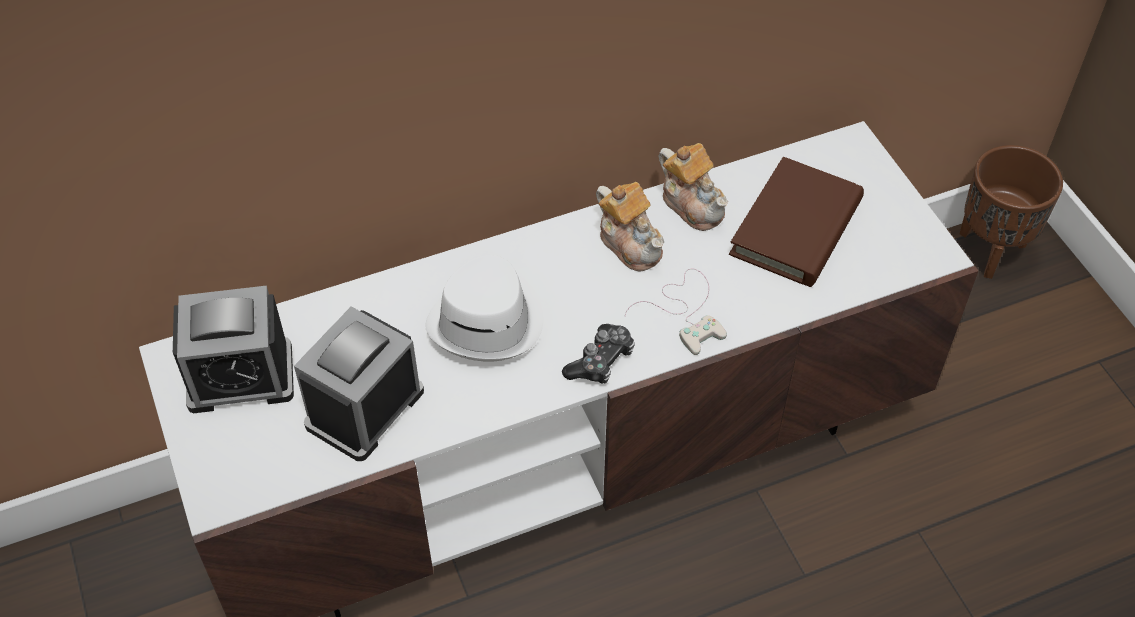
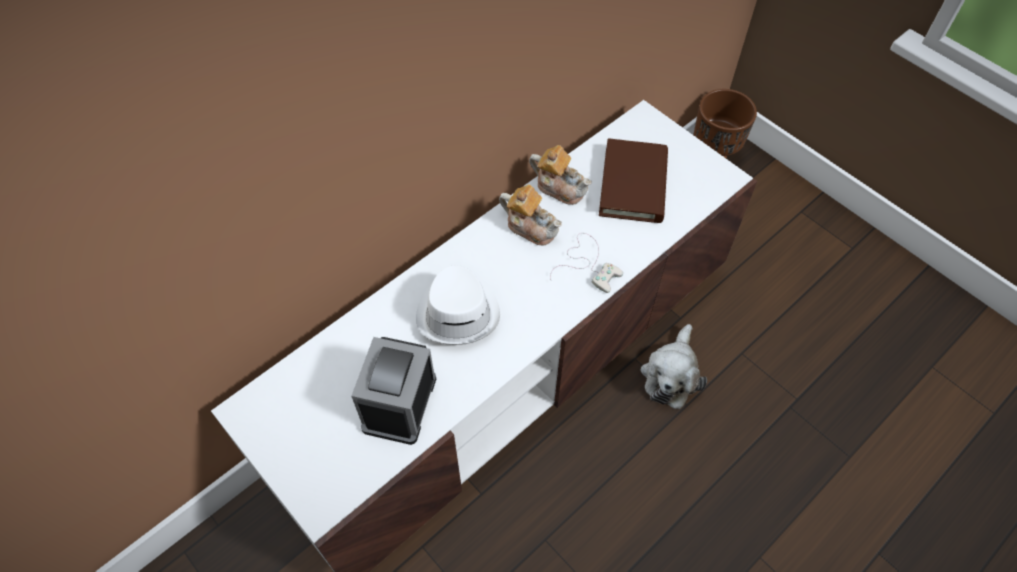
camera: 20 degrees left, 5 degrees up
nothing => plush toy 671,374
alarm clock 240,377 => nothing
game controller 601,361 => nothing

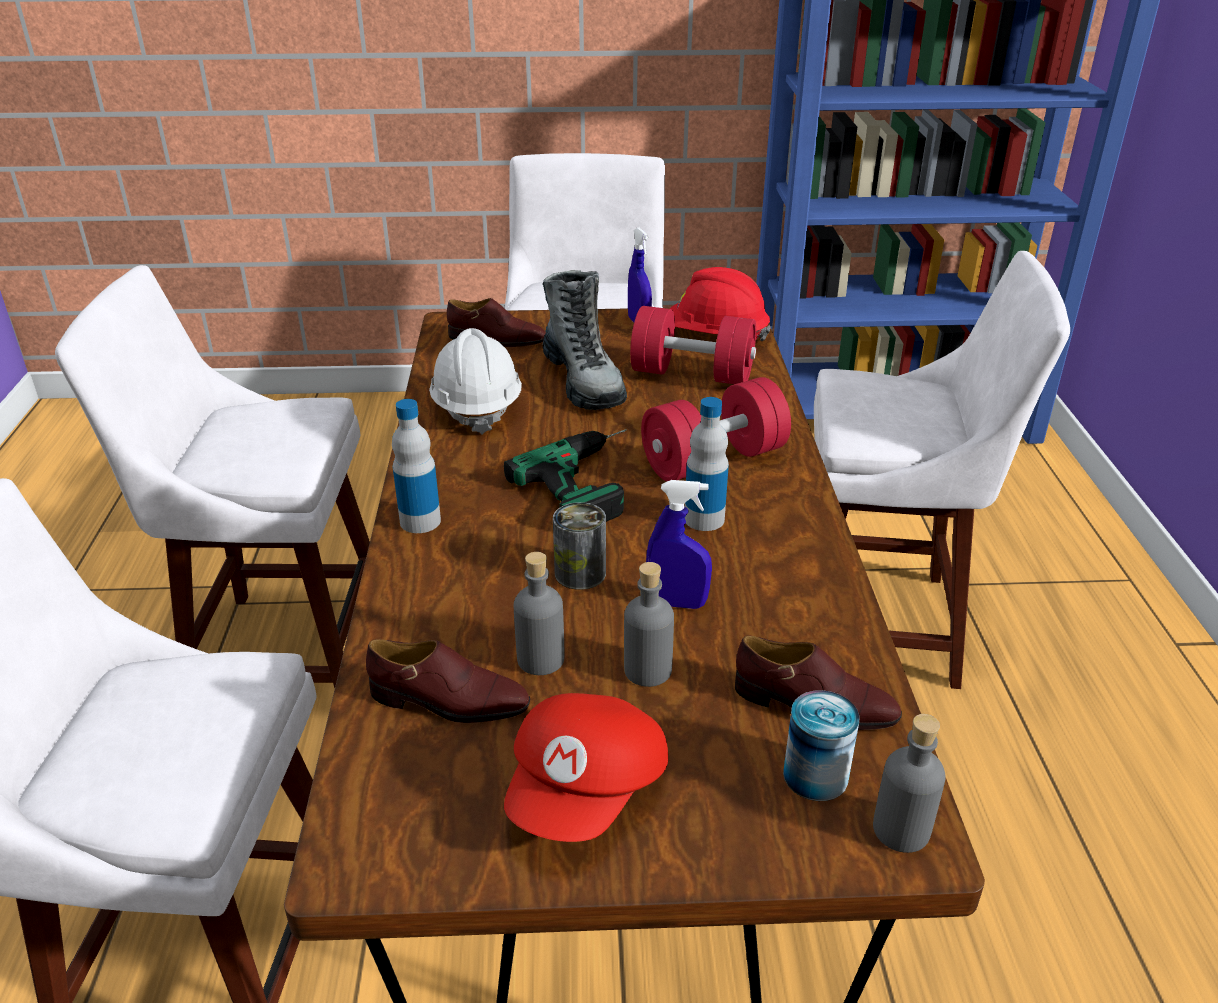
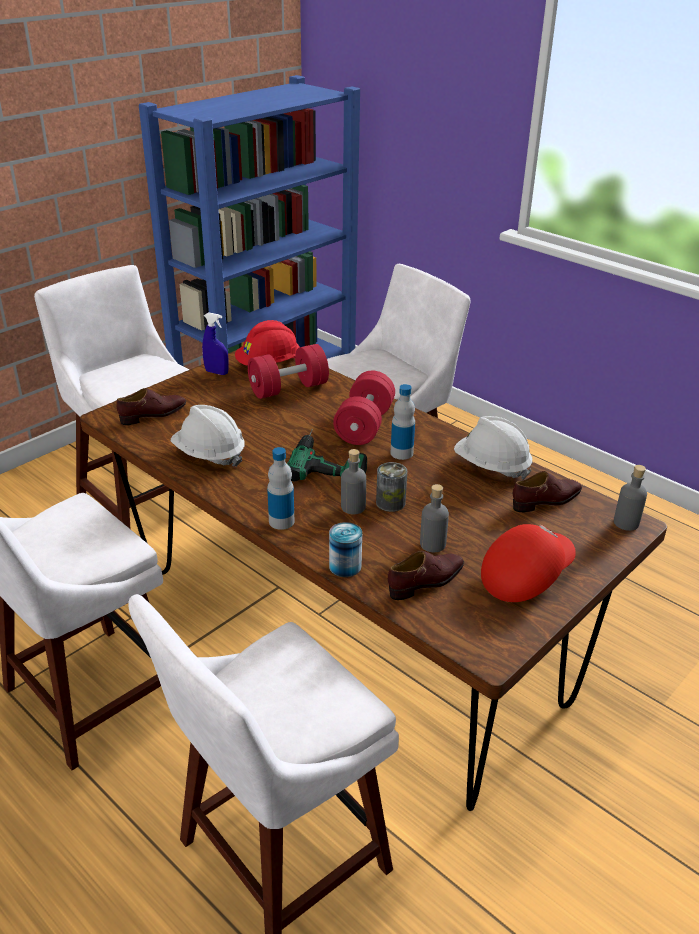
camera: 45 degrees left, 0 degrees up
can 815,775 => can 345,566, relocated
grey bottle 647,670 => grey bottle 353,507, relocated
nothing => white hard hat 491,467
red cap 588,791 => red cap 525,576, 105 degrees counterclockwise
boot 584,381 => nothing
blue spray bottle 677,603 => nothing

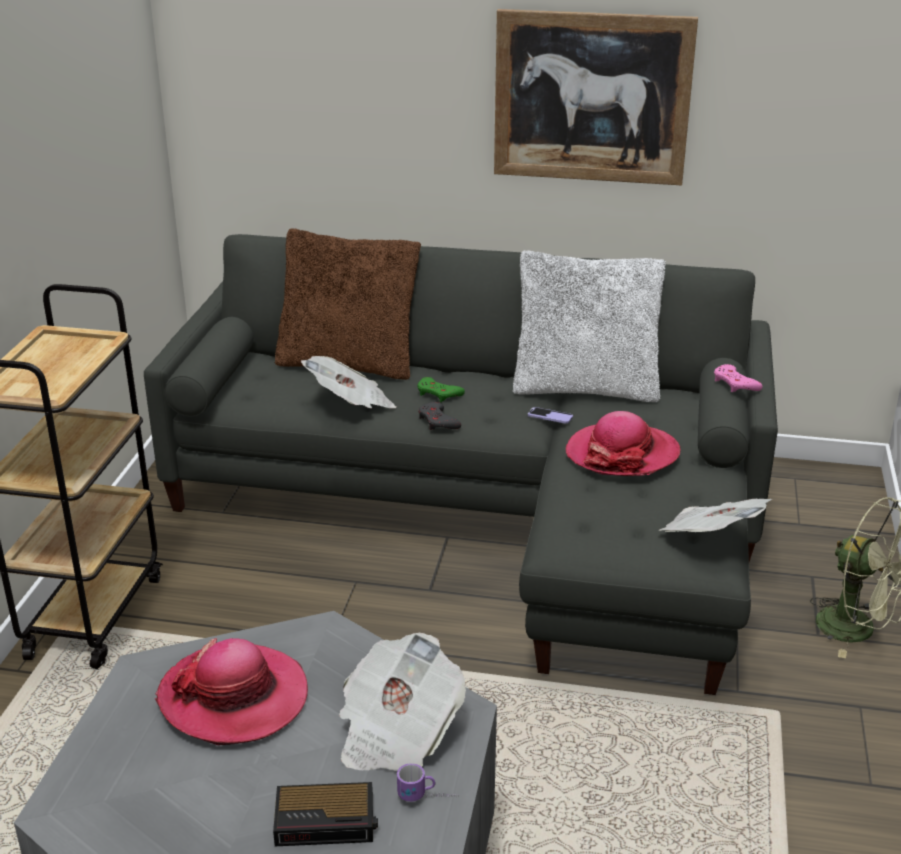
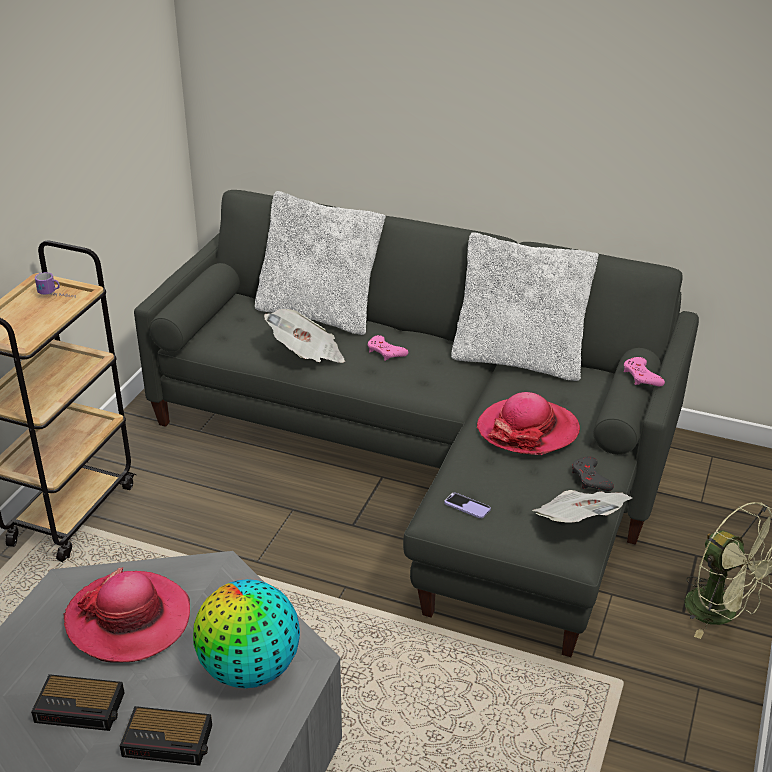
camera: 10 degrees right, 5 degrees up
nothing => alarm clock 81,707
mug 428,798 => mug 57,296, relocated
newspaper 396,732 => globe 249,670
brown pillow 349,360 => white pillow 319,310
green game controller 438,393 => pink game controller 386,352
phone 550,417 => phone 467,506, relocated
grey game controller 438,421 => grey game controller 590,478, relocated
picture 591,98 => nothing

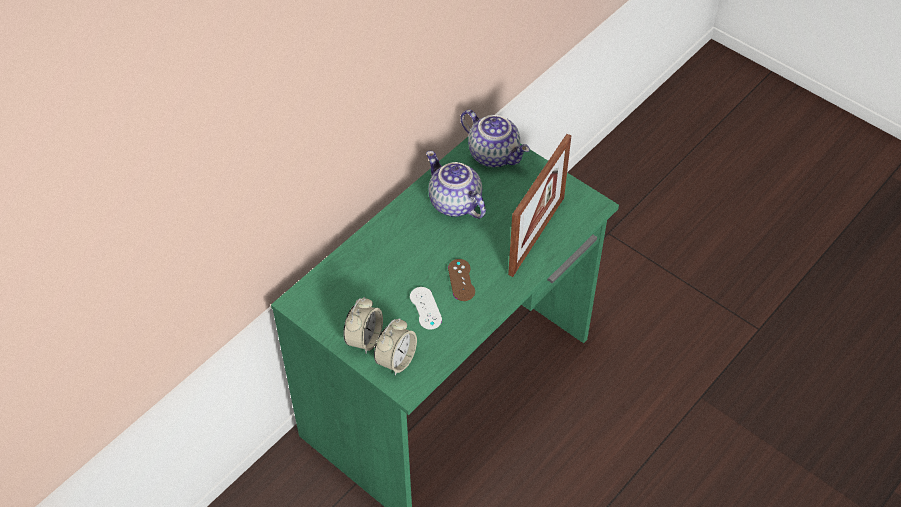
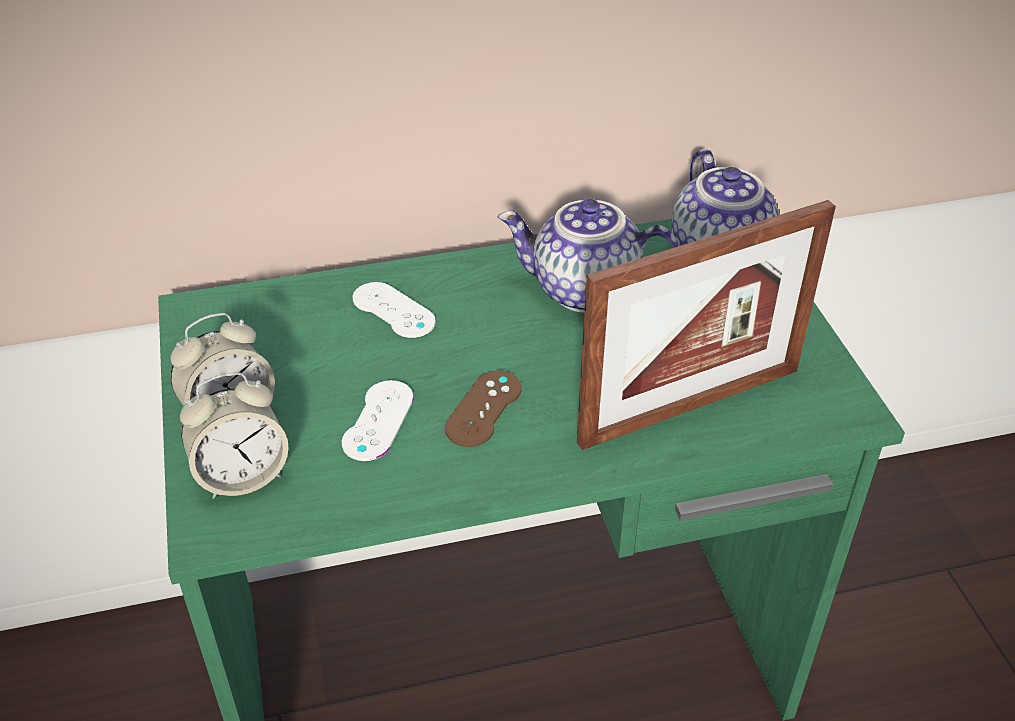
camera: 35 degrees right, 10 degrees down
nothing => white game controller 393,310
teapot 453,203 => teapot 584,292, 75 degrees counterclockwise

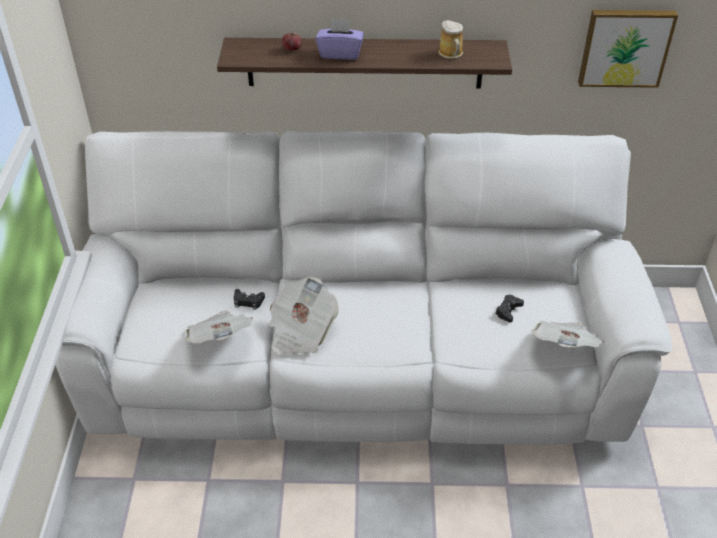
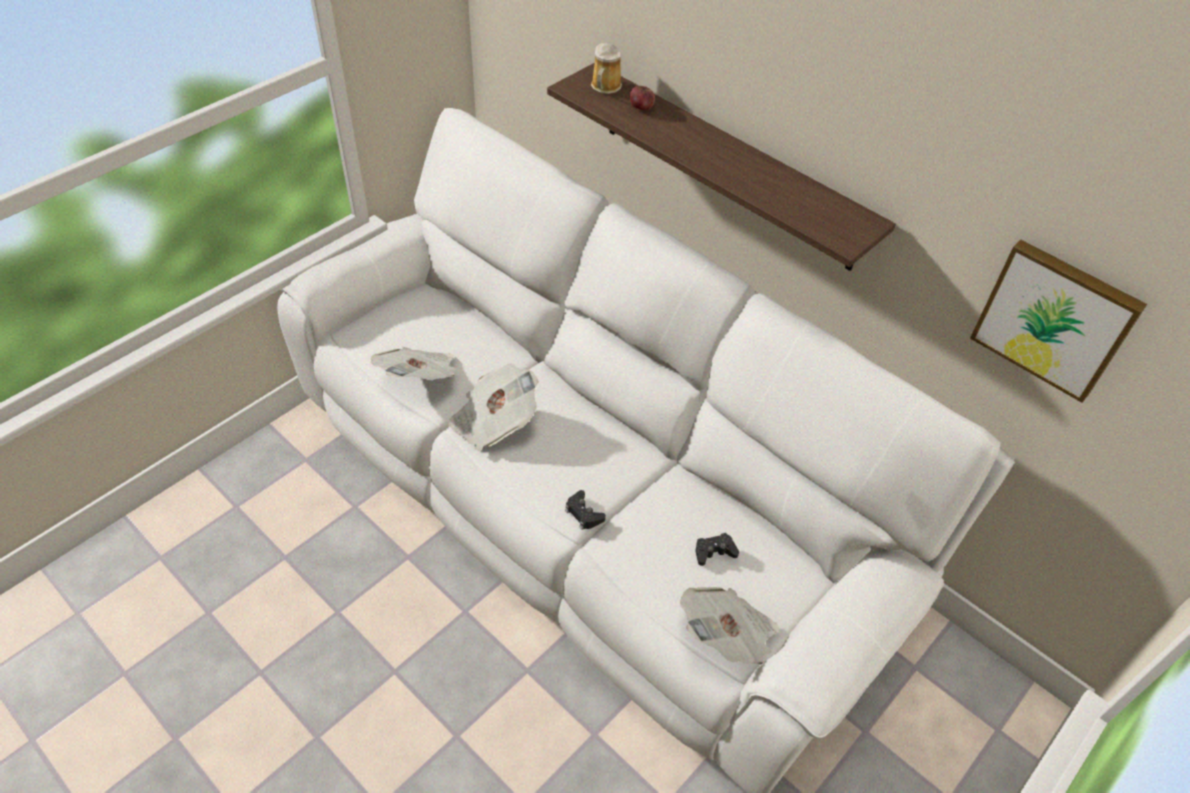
camera: 40 degrees right, 5 degrees up
black game controller 248,301 => black game controller 583,513, relocated
mug 451,54 => mug 605,87, relocated
purple tissue box 340,53 => nothing

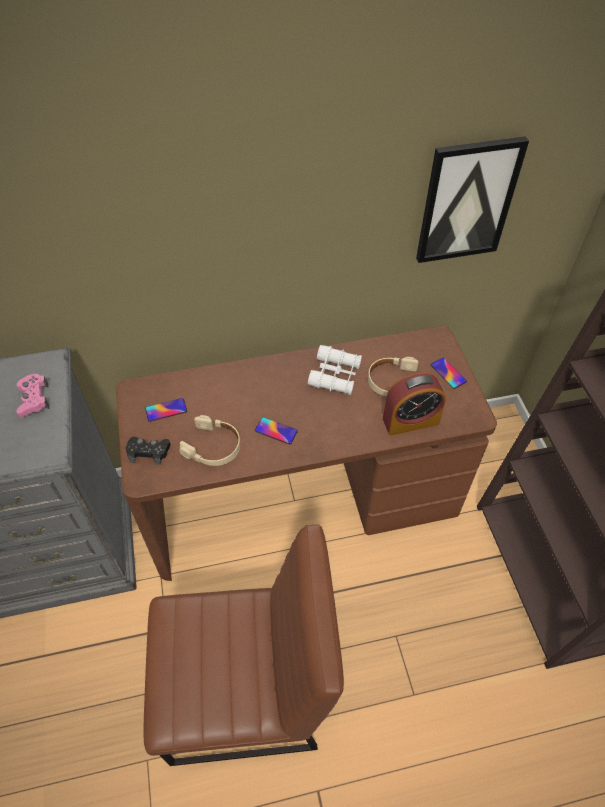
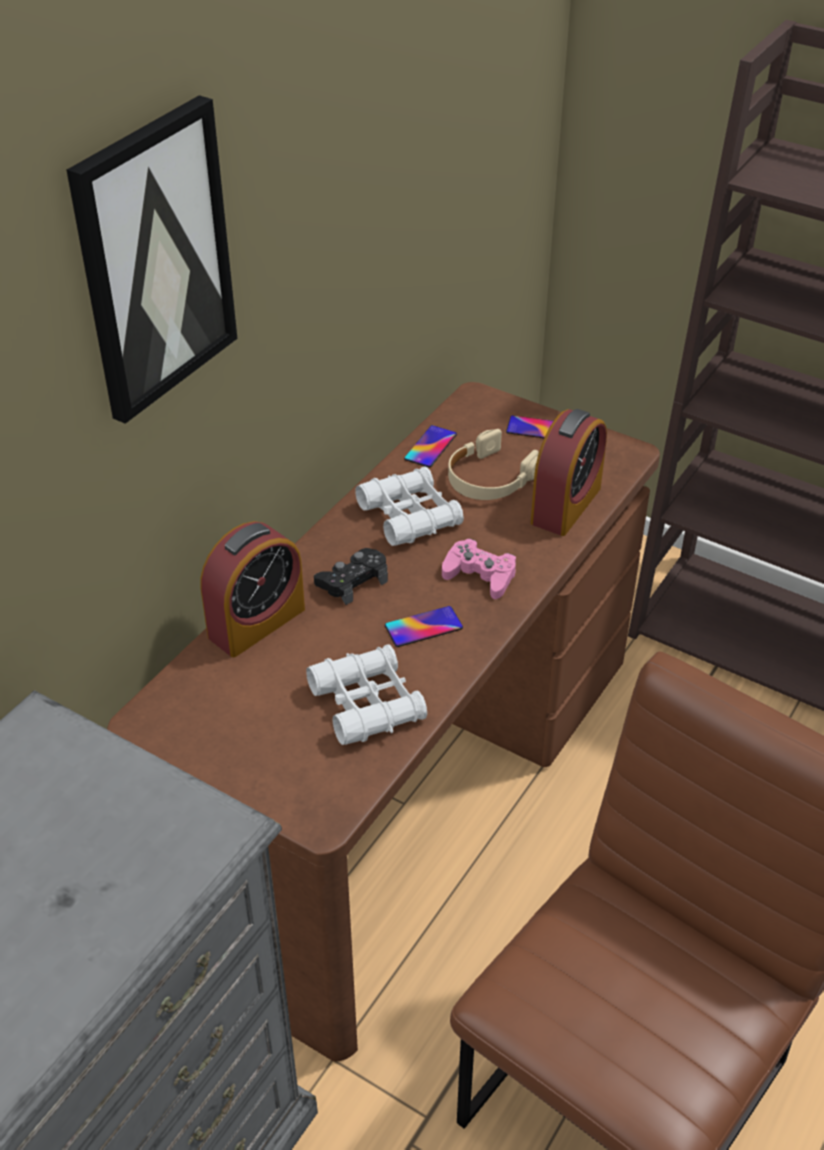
camera: 45 degrees left, 10 degrees down
picture 467,201 => picture 154,261, relocated
nothing => alarm clock 256,622
beige headphones 213,446 => white binoculars 367,704
black game controller 148,452 => black game controller 353,581, relocated
phone 166,410 => phone 430,447, relocated
pink game controller 33,399 => pink game controller 480,575, relocated

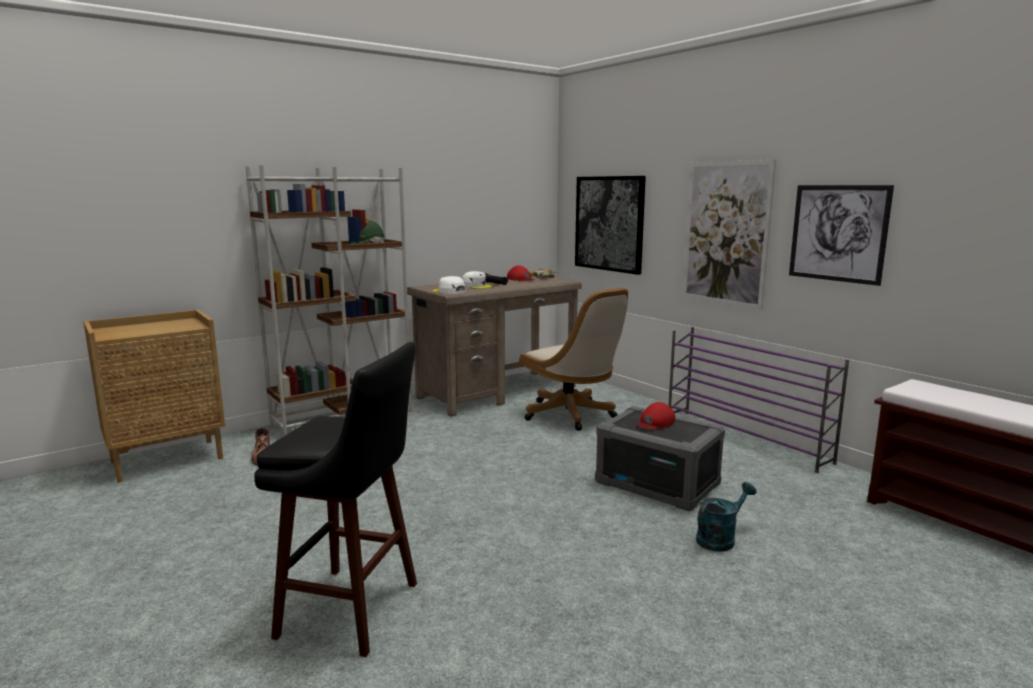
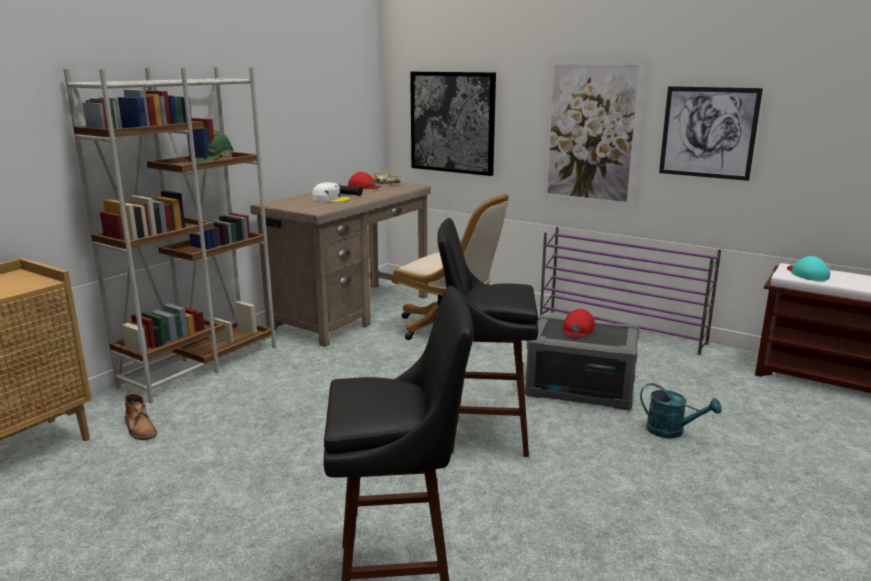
camera: 20 degrees left, 5 degrees up
nothing => black stool 483,430
turquoise watering can 720,538 => turquoise watering can 672,431, 90 degrees clockwise
nothing => turquoise cap 807,274
white cap 448,291 => nothing

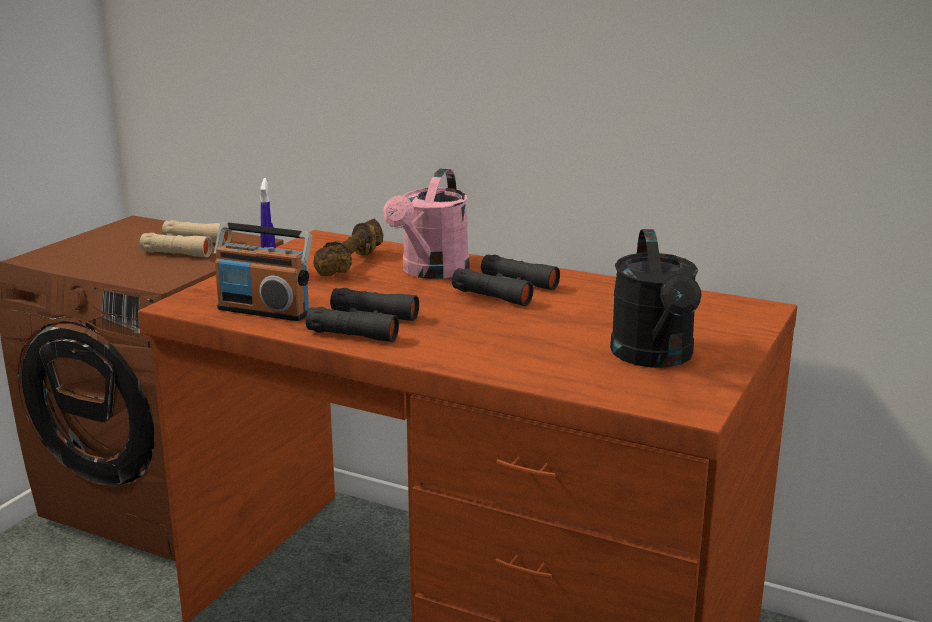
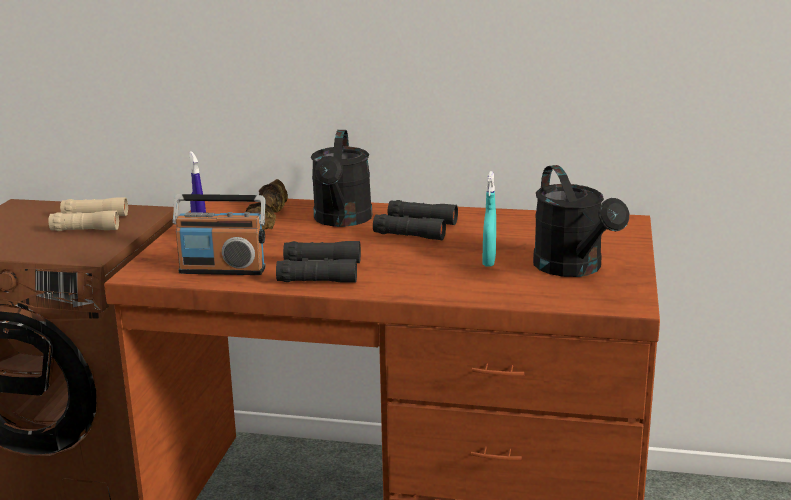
camera: 15 degrees left, 0 degrees up
pink watering can 431,272 => black watering can 342,220
nothing => turquoise spray bottle 489,261

